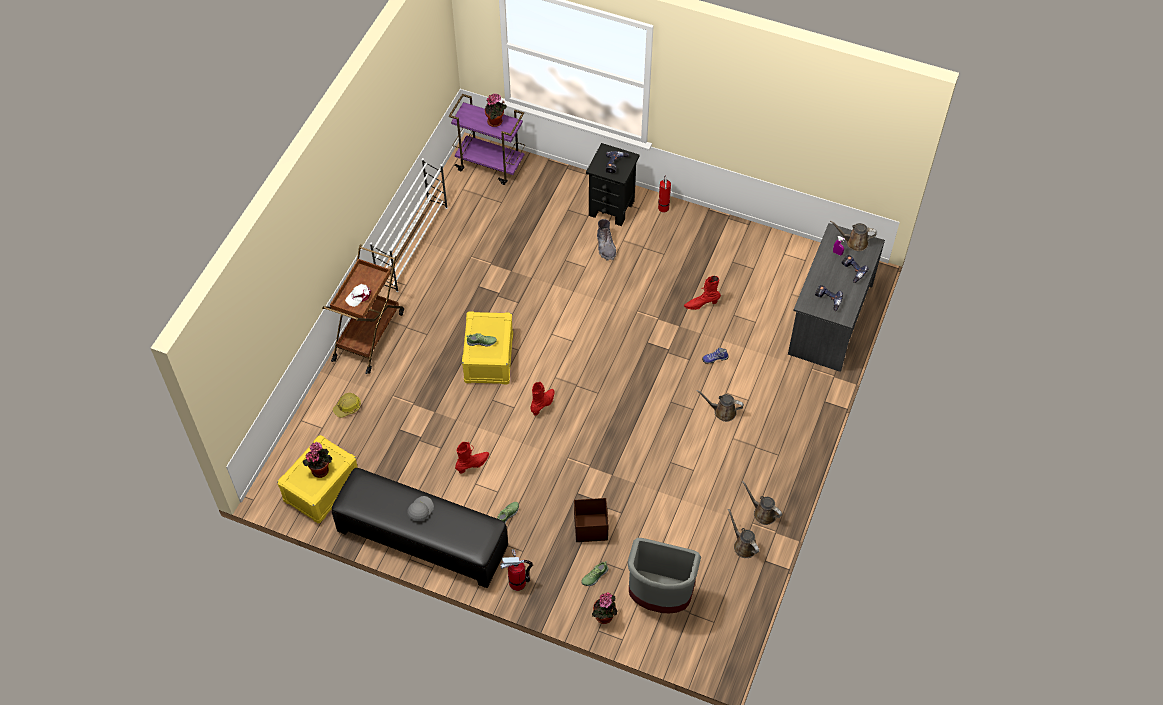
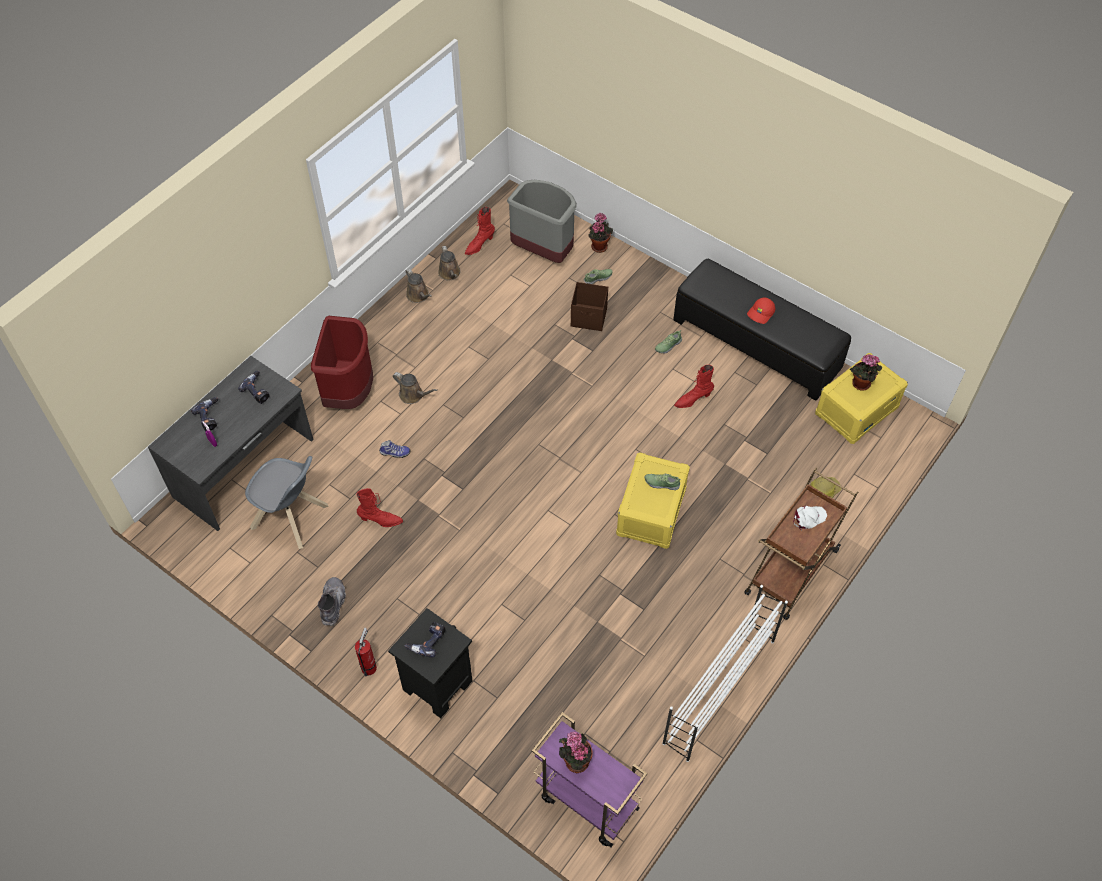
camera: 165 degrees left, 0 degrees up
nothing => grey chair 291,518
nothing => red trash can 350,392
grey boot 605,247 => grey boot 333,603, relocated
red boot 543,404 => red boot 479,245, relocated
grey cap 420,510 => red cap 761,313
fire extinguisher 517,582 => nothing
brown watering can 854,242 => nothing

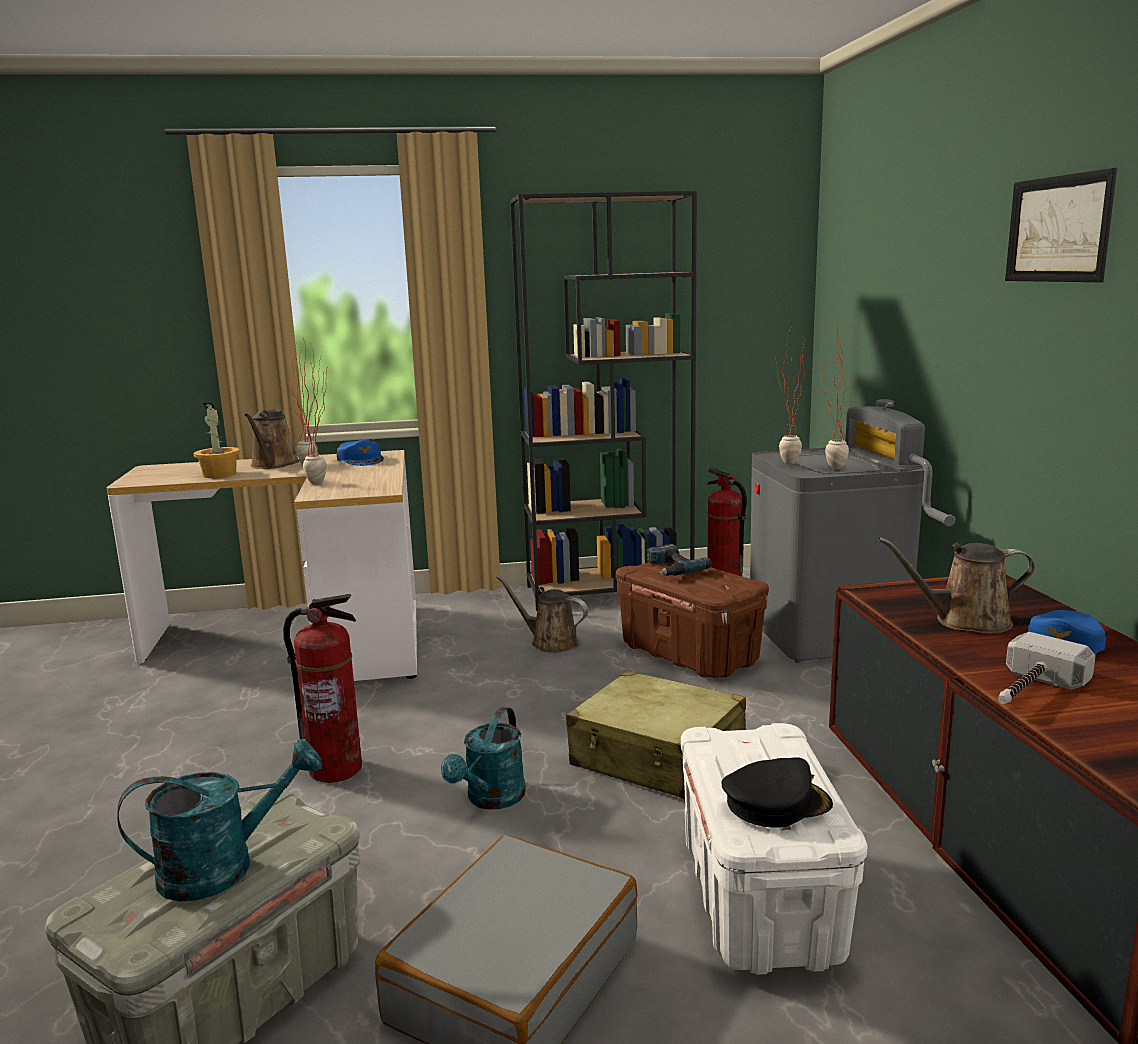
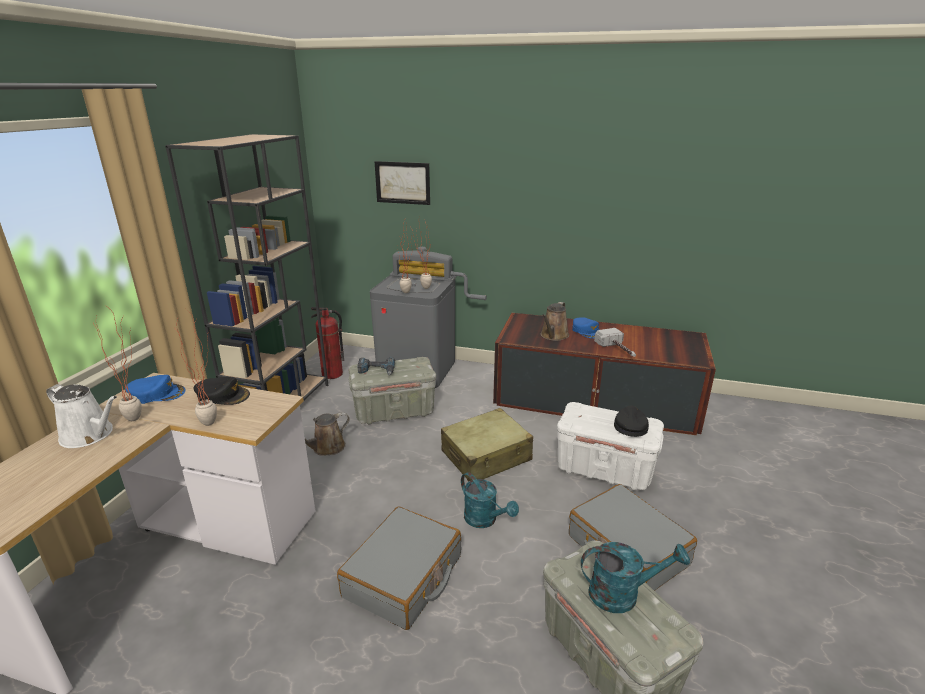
camera: 65 degrees left, 10 degrees up
brown watering can 273,465 => white watering can 90,435
nothing => black cap 223,396
fire extinguisher 335,769 => grey suitcase 404,577
brown storage box 688,655 => grey storage box 393,412
picture 1058,229 => picture 402,182, relocated
turquoise watering can 224,867 => turquoise watering can 622,593, 90 degrees clockwise
potted plant 219,474 => nothing

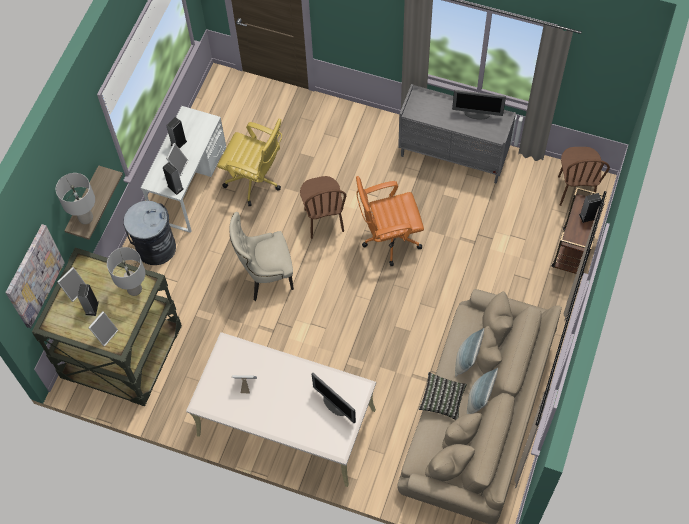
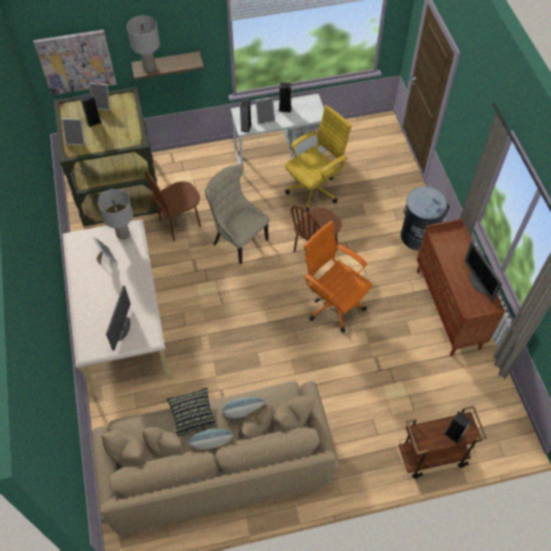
camera: 55 degrees right, 5 degrees down
grey table lamp 134,289 => grey table lamp 123,234, relocated
brown chair 575,190 => brown chair 180,224, relocated
yellow office chair 256,181 => yellow office chair 315,190, 120 degrees counterclockwise
grey trash can 156,247 => grey trash can 418,236, relocated
grey cabinet 453,157 => brown cabinet 448,309

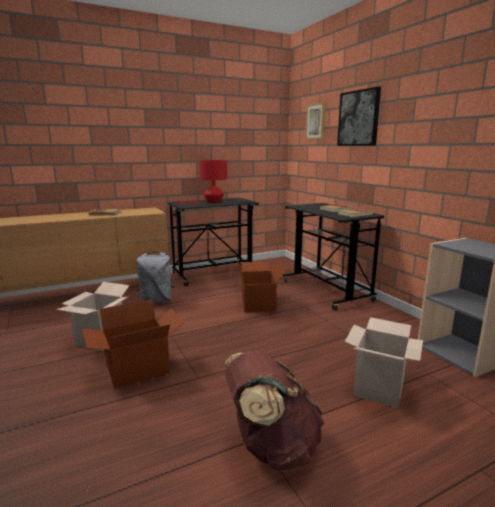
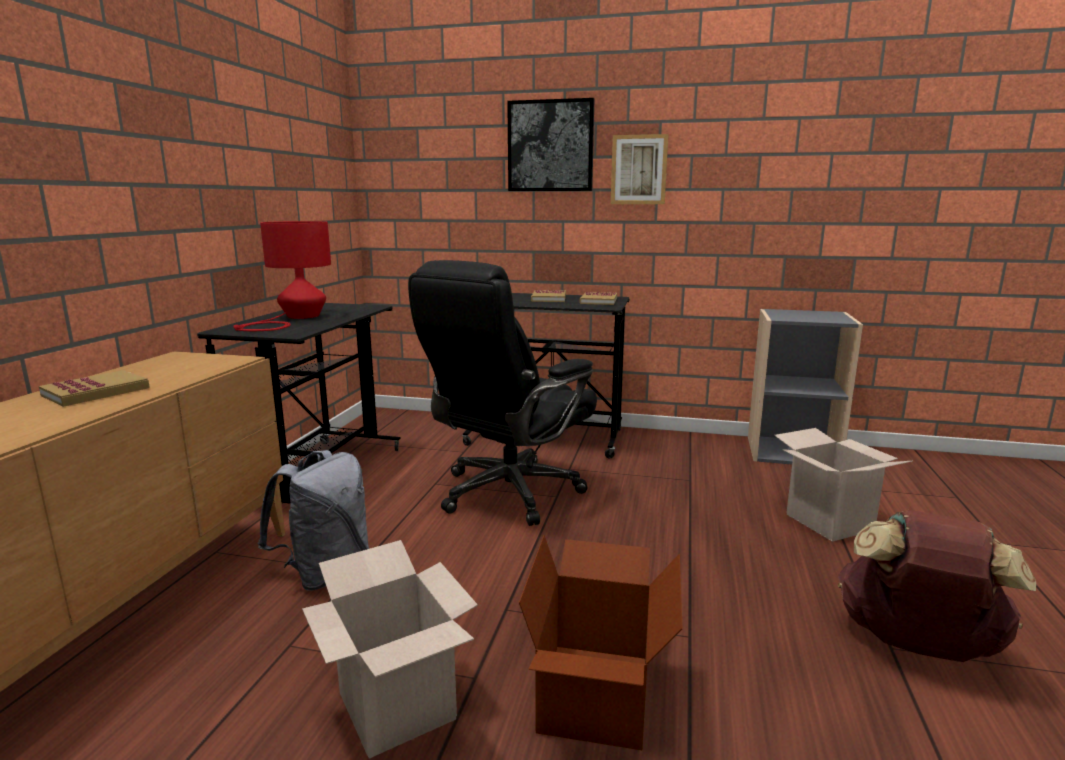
camera: 50 degrees left, 0 degrees up
cardboard box 259,304 => black office chair 509,492
picture 316,121 => picture 639,170, relocated

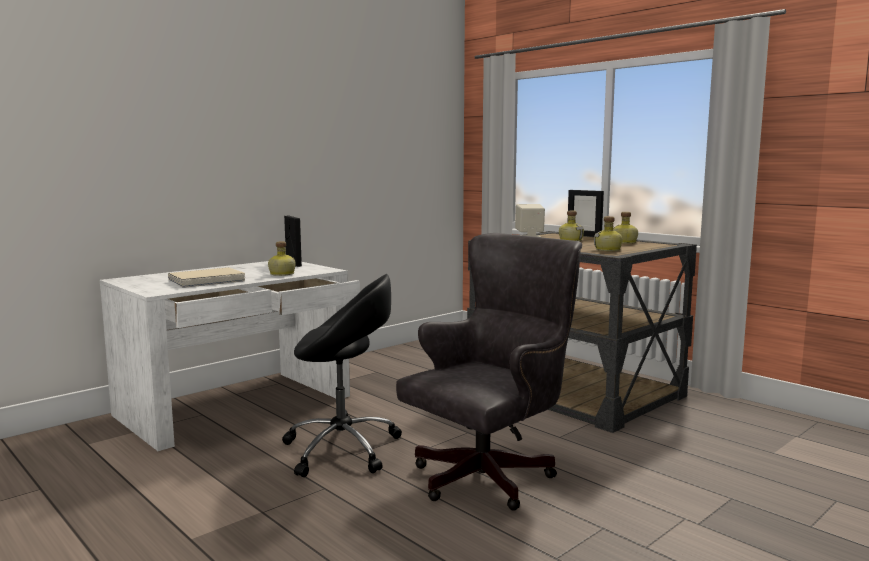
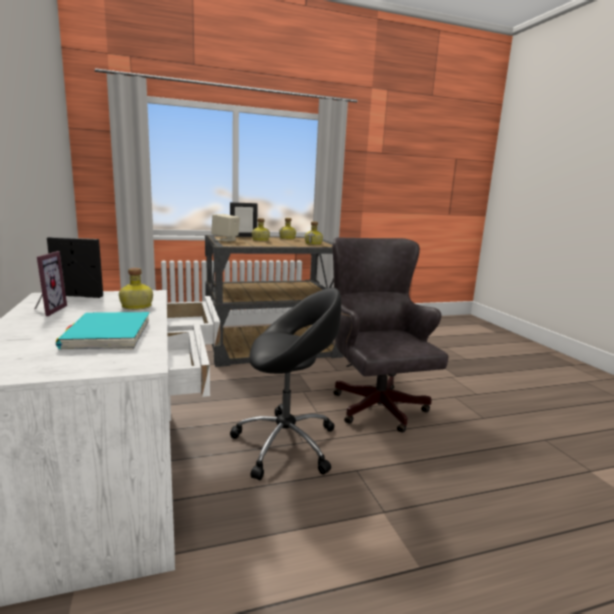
camera: 65 degrees left, 5 degrees up
nothing => picture frame 46,310
beige book 206,281 => turquoise book 108,335
black office chair 344,449 => black office chair 288,443, 60 degrees clockwise

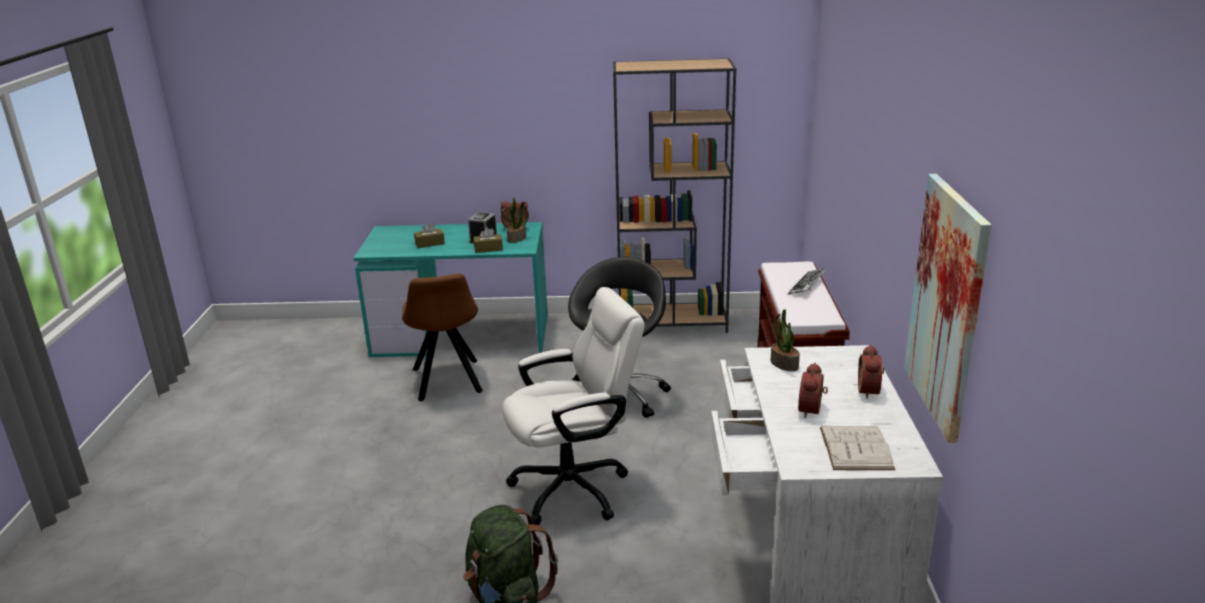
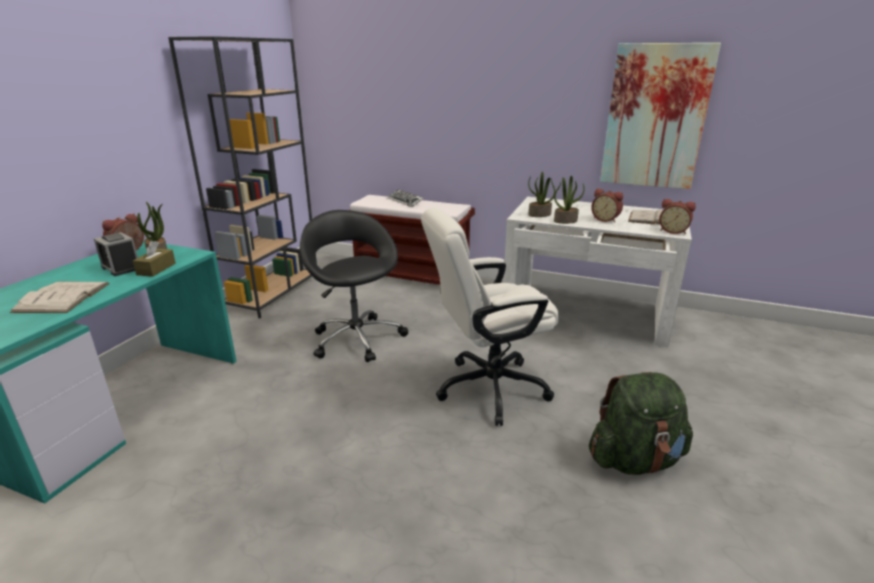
camera: 70 degrees left, 0 degrees up
brown tissue box 430,243 => white book 63,297
white office chair 575,489 => white office chair 486,390, 105 degrees counterclockwise
nothing => potted plant 565,221
alarm clock 870,391 => alarm clock 673,231, relocated
brown chair 447,381 => nothing

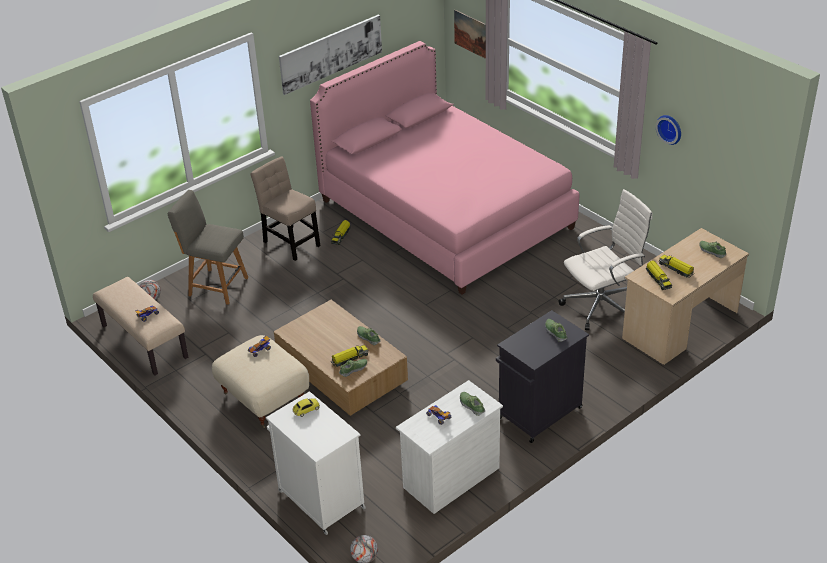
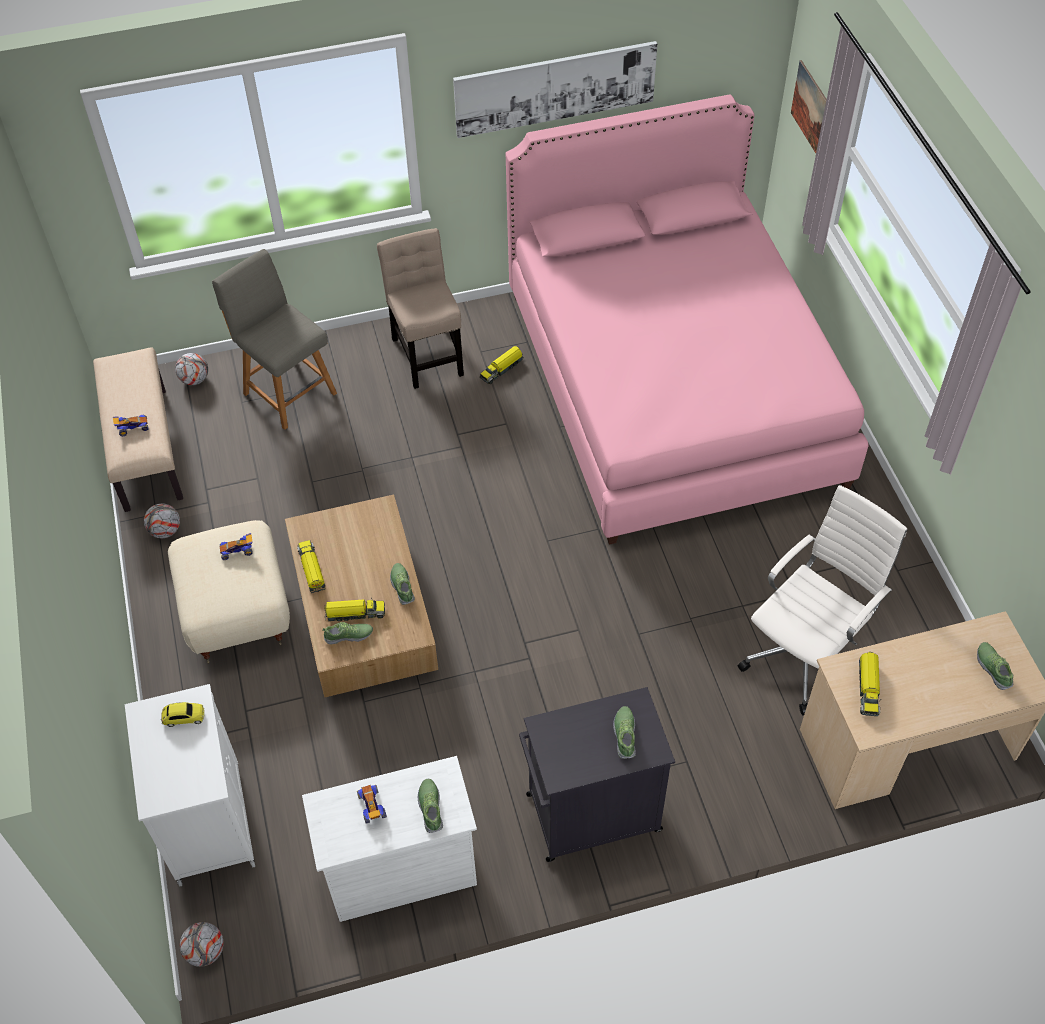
camera: 25 degrees right, 15 degrees up
nothing => football 165,531
toy truck 676,269 => toy truck 312,570, relocated
white office chair 602,305 => white office chair 806,653, 45 degrees counterclockwise
wall clock 670,128 => nothing

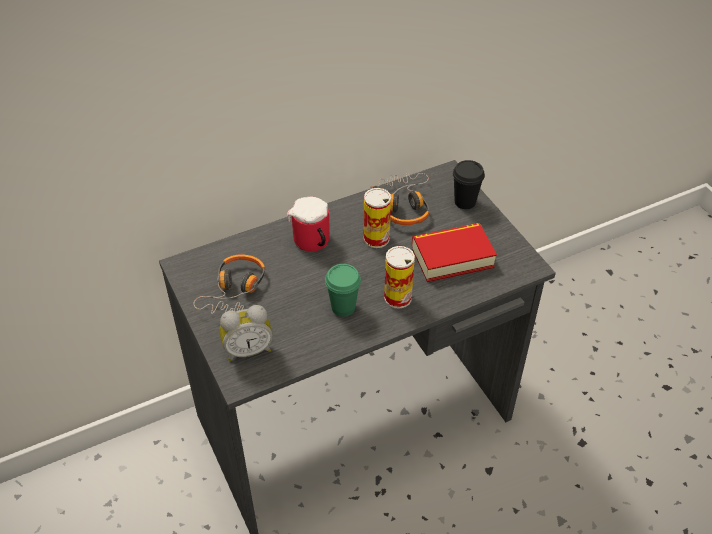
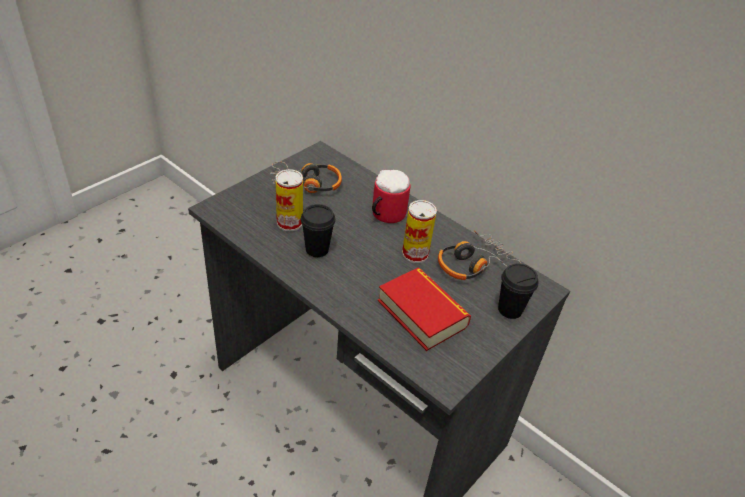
camera: 65 degrees right, 5 degrees down
can 397,297 => can 289,222, relocated
green cup 343,307 => black cup 317,249
alarm clock 248,350 => nothing

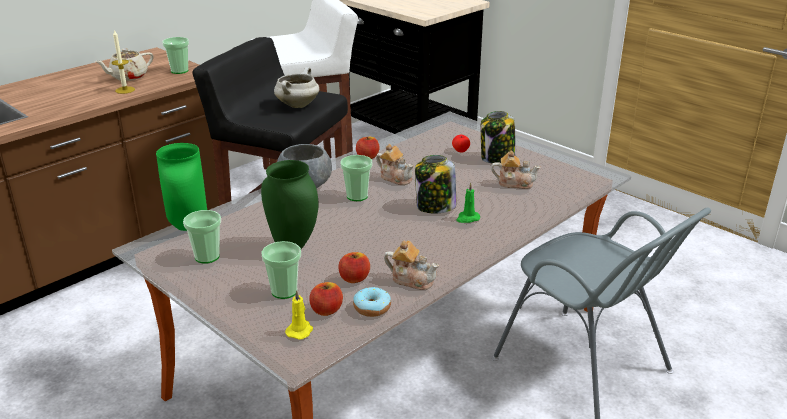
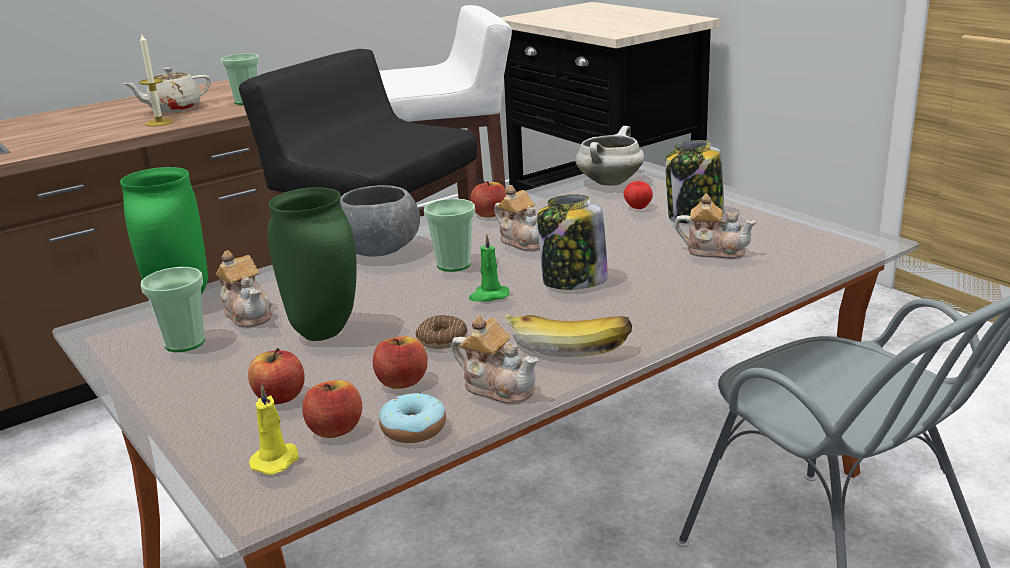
camera: 10 degrees right, 5 degrees down
nothing => teapot 248,314
cup 284,291 => apple 279,397
nothing => donut 442,340
green candle 467,218 => green candle 488,296, relocated
nothing => banana 569,344
white cooking pot 297,105 => white cooking pot 609,182, relocated

